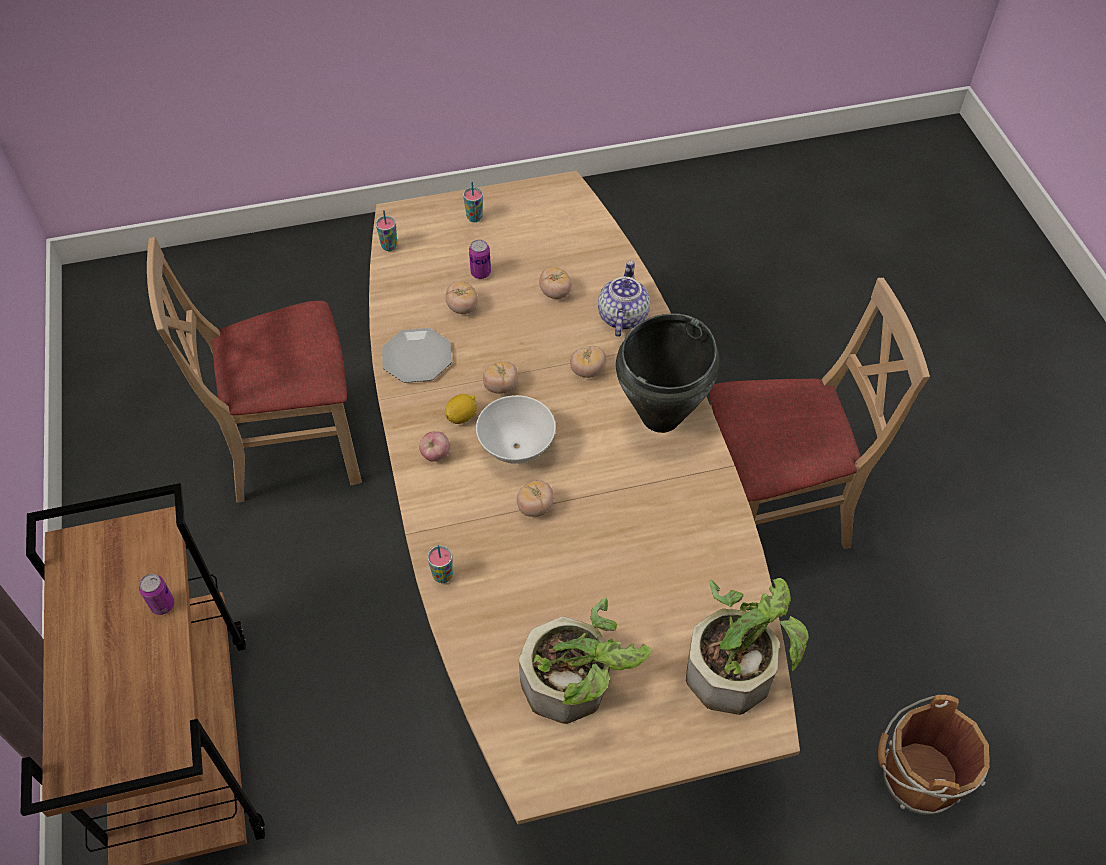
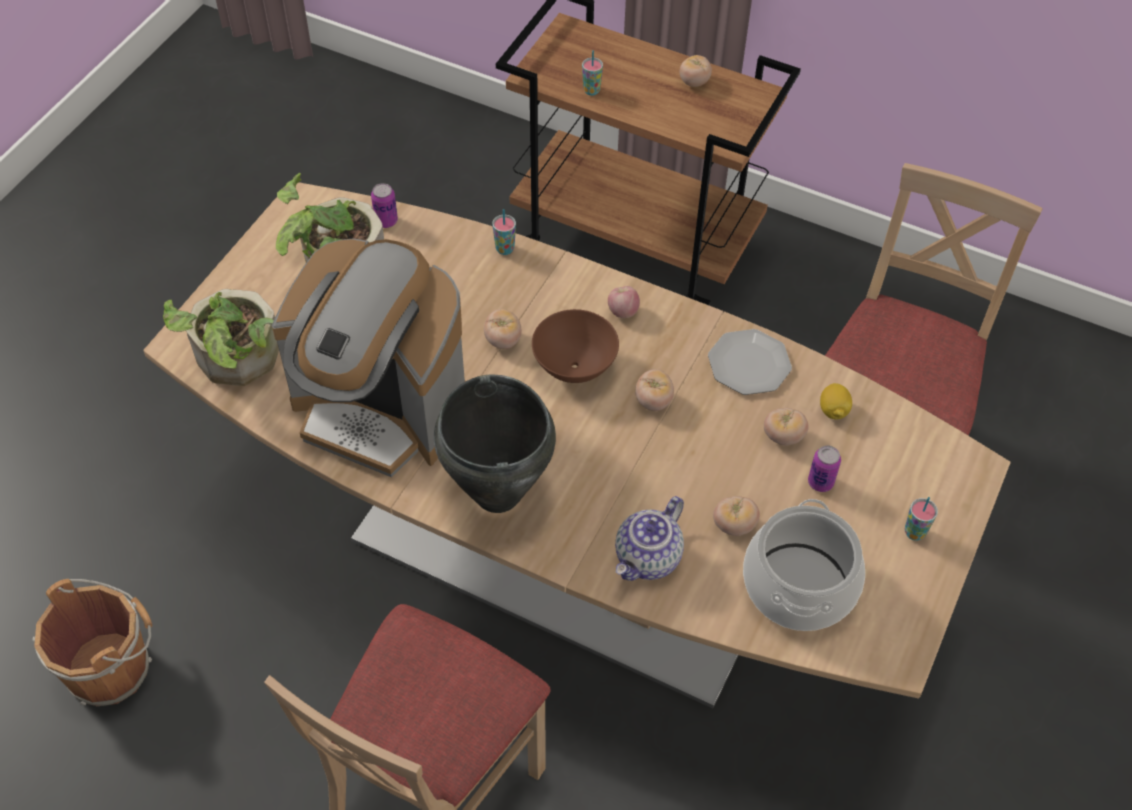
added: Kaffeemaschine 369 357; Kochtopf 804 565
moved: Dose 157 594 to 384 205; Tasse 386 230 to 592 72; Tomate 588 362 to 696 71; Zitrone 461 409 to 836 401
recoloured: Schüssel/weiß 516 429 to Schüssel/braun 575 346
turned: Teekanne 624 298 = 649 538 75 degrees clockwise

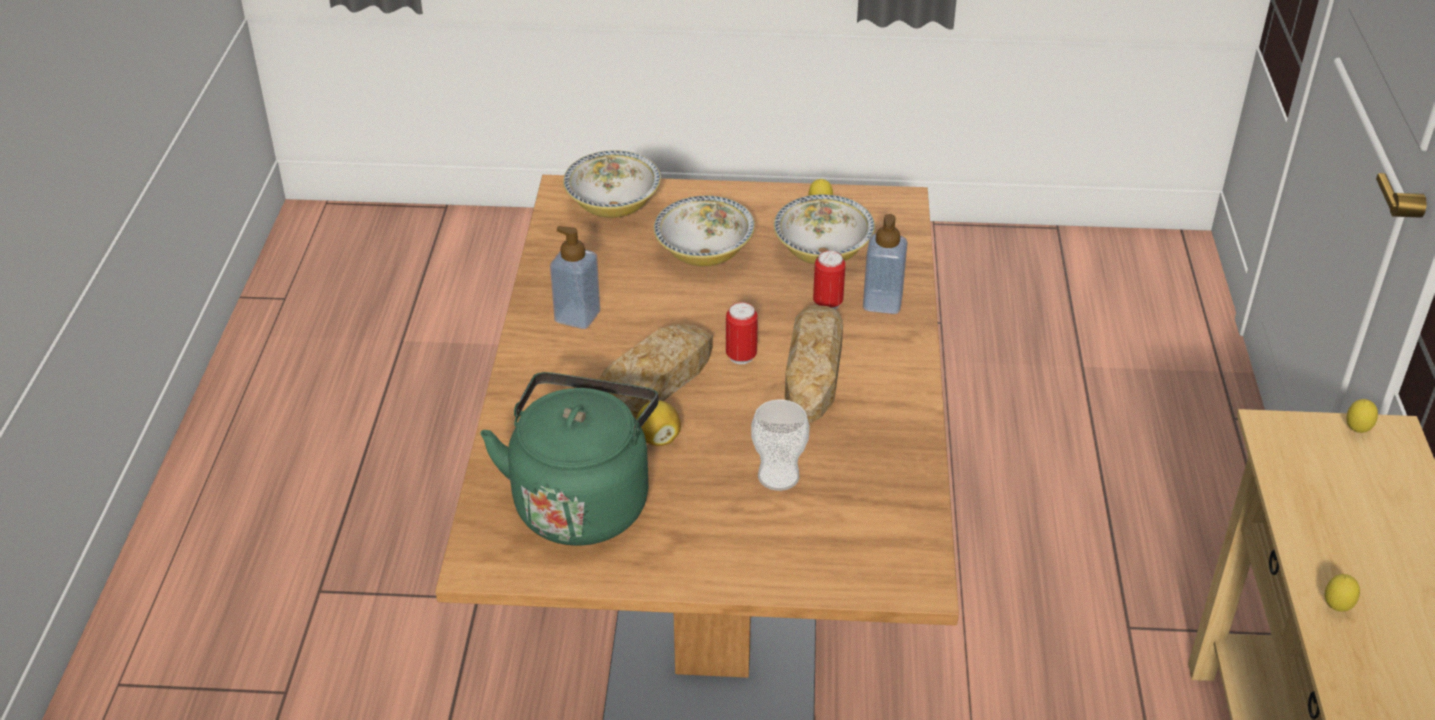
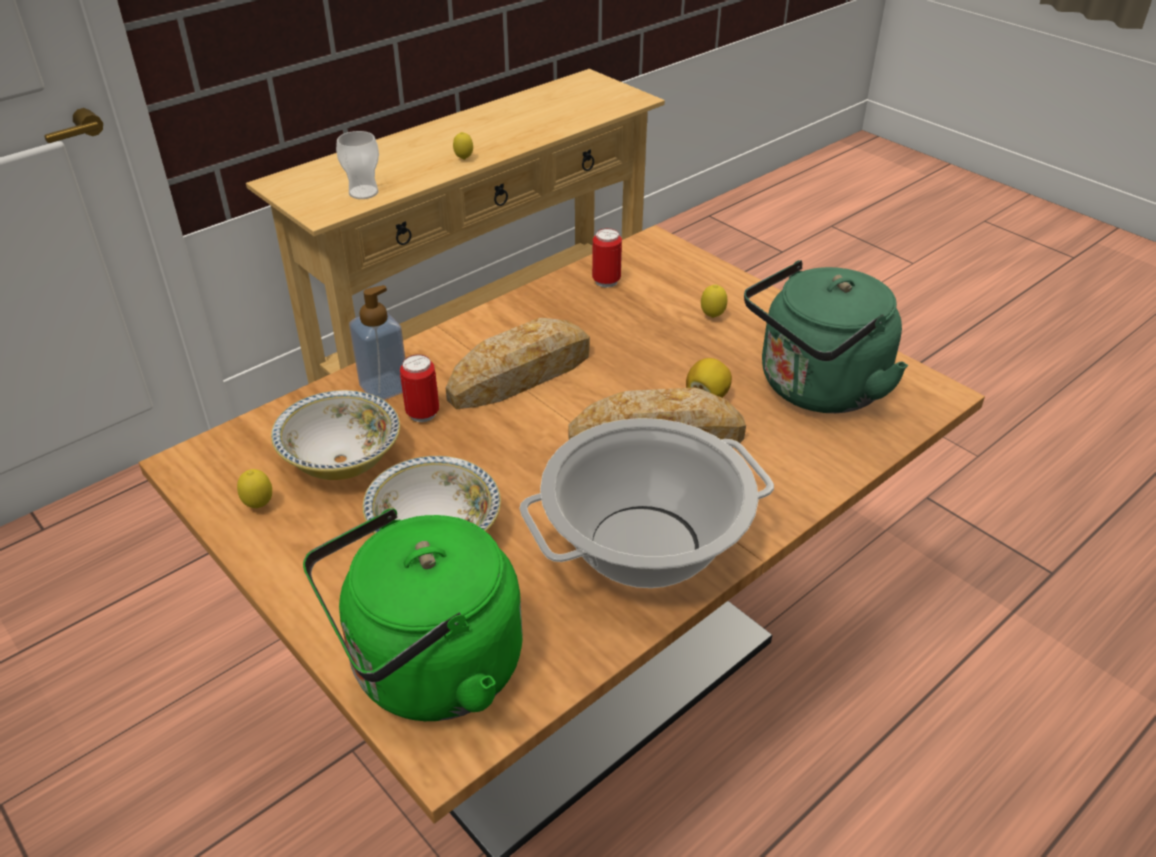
moved: Tasse 780 445 to 357 165; Dose 742 333 to 607 258; Zitrone 1362 416 to 714 301
replaced: Schüssel 612 184 to Wasserkessel/grün 412 614; Seifenspender 575 277 to Kochtopf 647 503

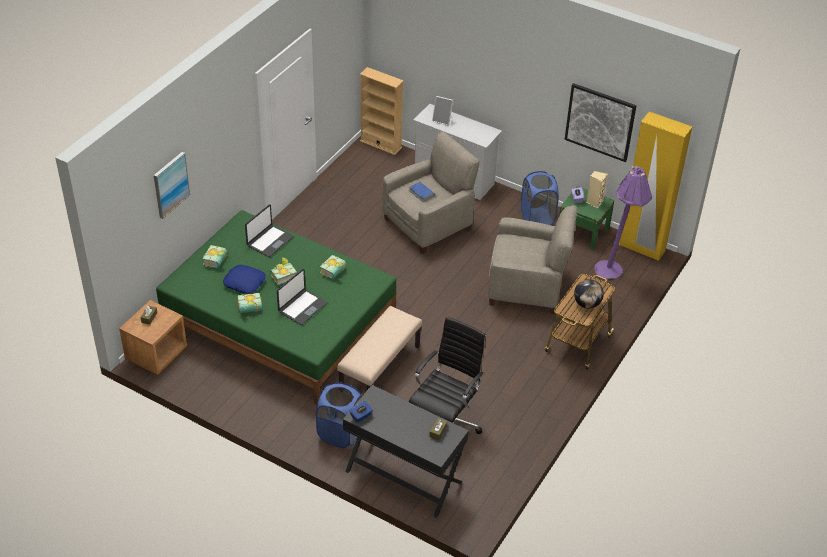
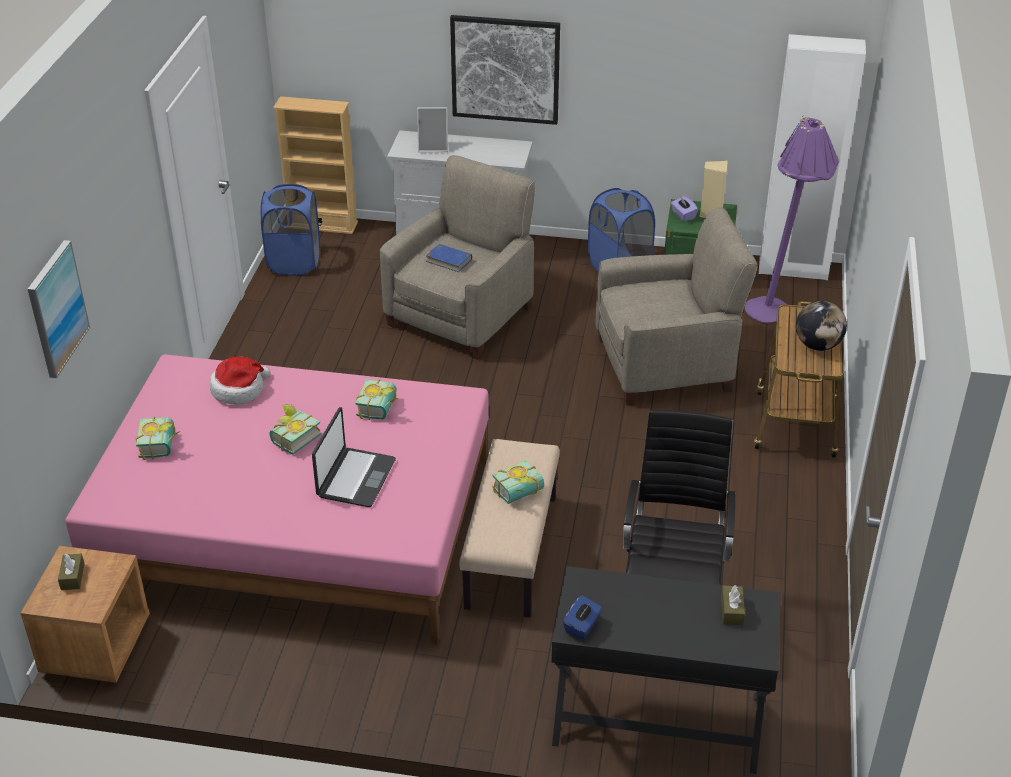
removed: Kissen/blau 244 279
moved: Wäschekorb/blau 339 415 to 290 229; Bild 601 122 to 505 70; Buch 249 303 to 518 482
replaced: Laptop 269 230 to Hut 240 381
recoloured: Bett/grün 276 307 to Bett/rosa 277 499; Kleiderschrank/gelb 655 186 to Kleiderschrank/weiß 812 157

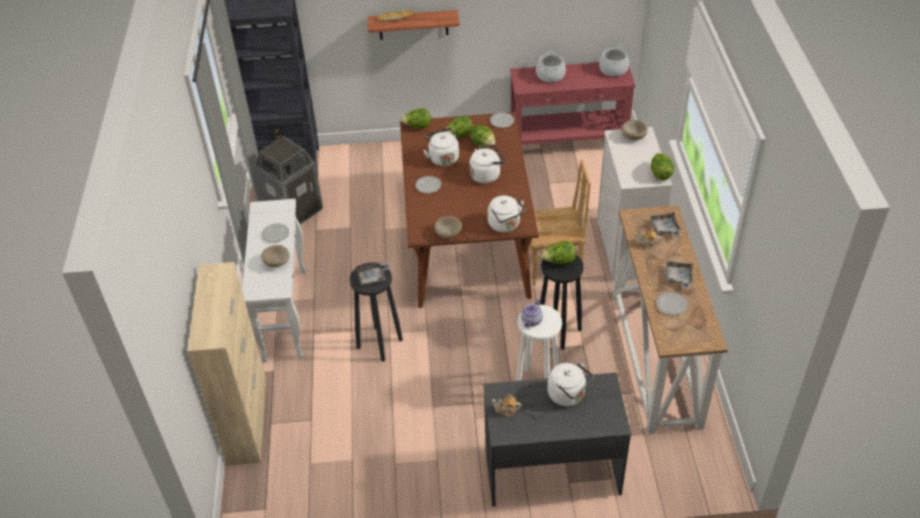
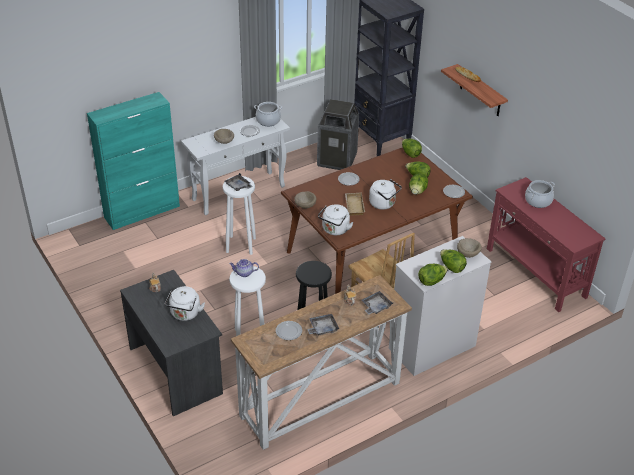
removed: Wasserkessel/weiß 441 147
added: Tablett/beige 355 203
moved: Kochtopf 614 61 to 268 114; Salatkopf 558 252 to 453 261
recoloured: Schrank/beige 226 364 to Schrank/türkis 133 161; Hocker/schwarz 376 311 to Hocker/weiß 239 215

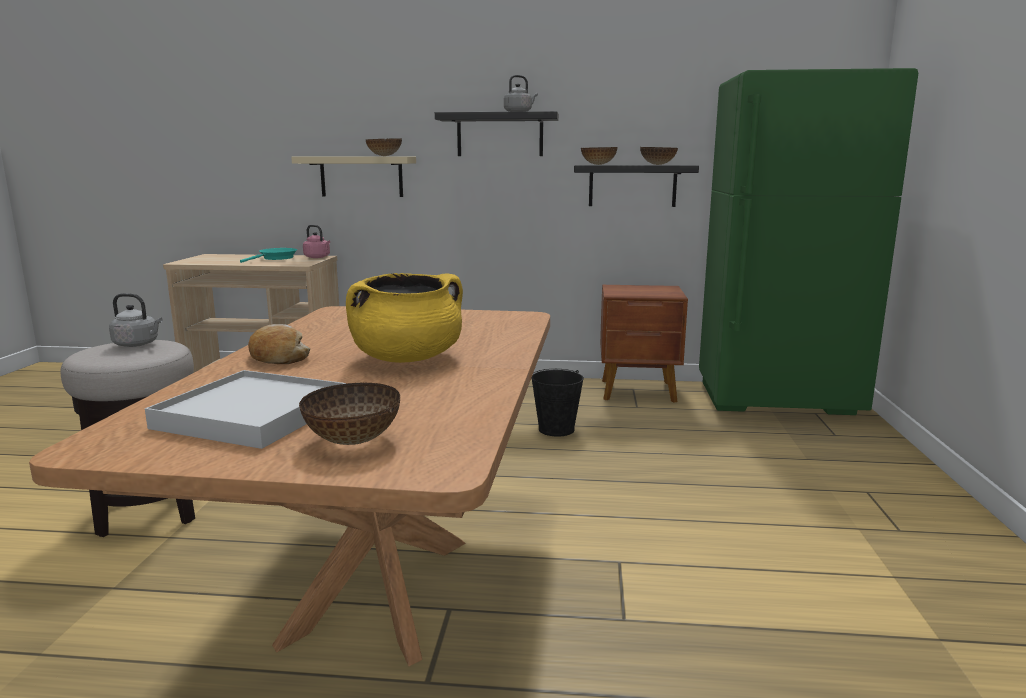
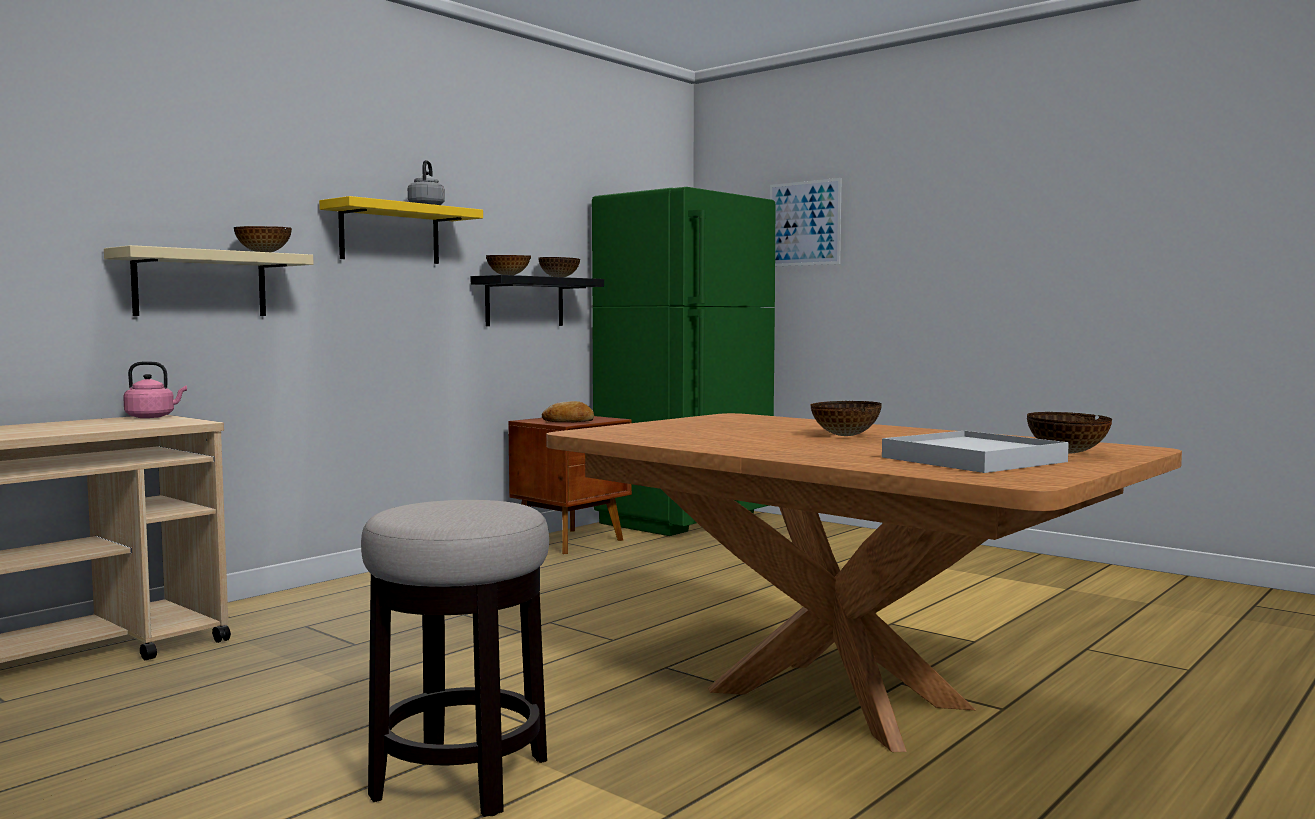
removed: Wasserkessel/grau 135 320; Pfanne/türkis 268 255; Eimer/schwarz 558 403
added: Bild 806 222
moved: Brot 279 344 to 568 411
replaced: Kochtopf/gelb 404 318 to Schüssel 846 418
recoloured: Wandregal/schwarz 497 133 to Wandregal/gelb 401 230

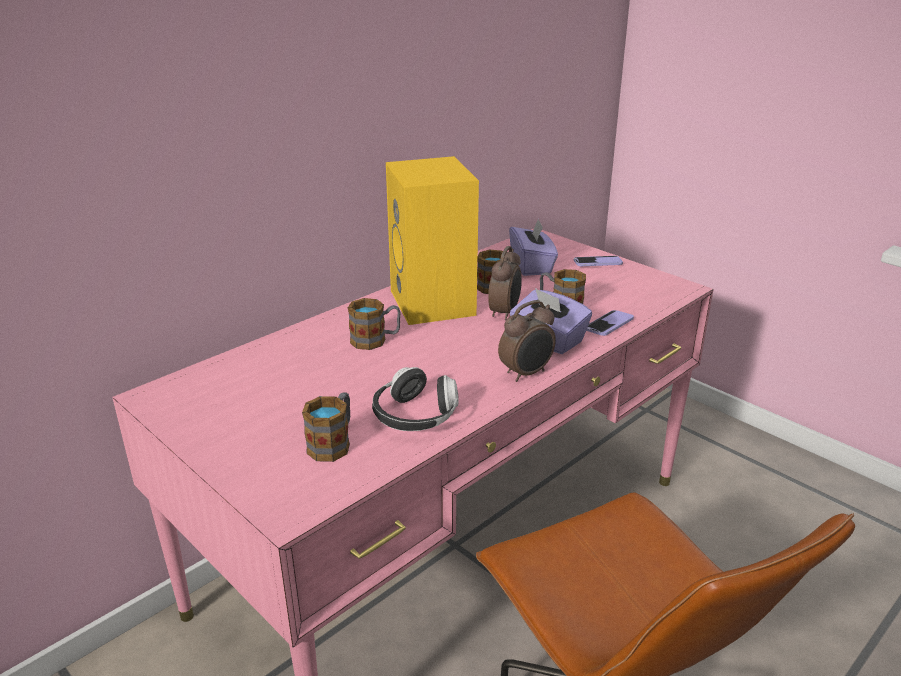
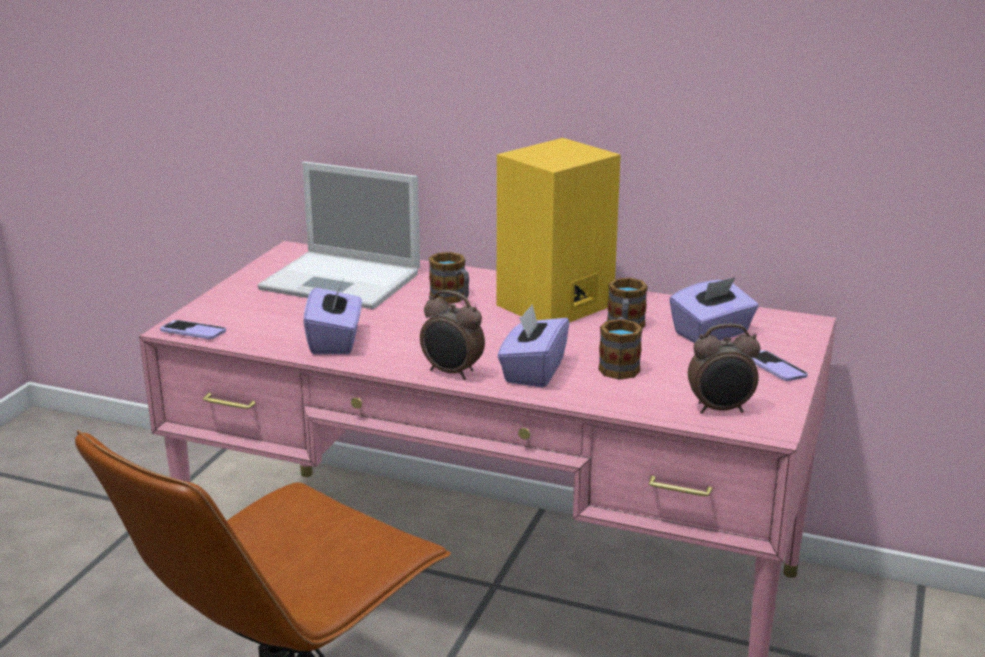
removed: Henkelbecher 326 427
added: Laptop 339 235
moved: Handy 610 323 to 193 329; Wecker 505 283 to 724 369
replaced: Kopfhörer 415 399 to Taschentuchbox/lila 333 317

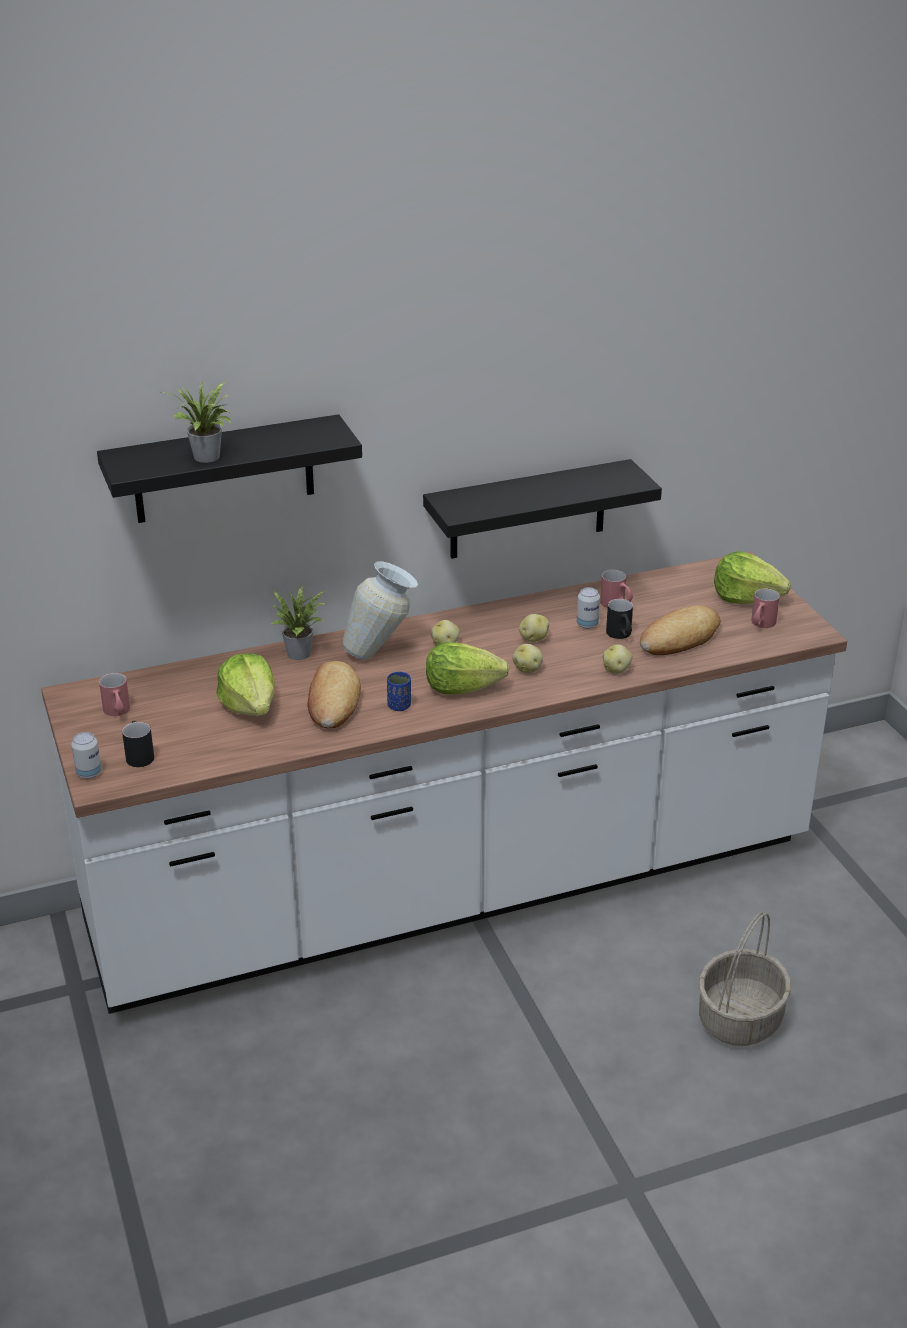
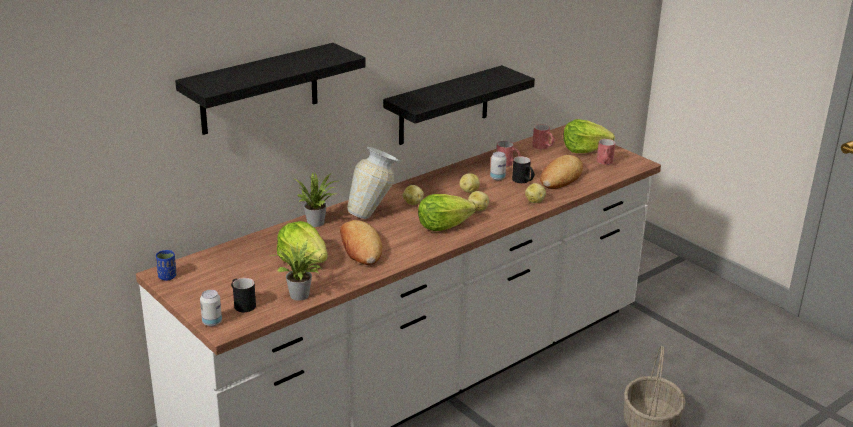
moved: Tasse/blau 399 691 to 166 265; Topfpflanze 196 421 to 296 270; Henkelbecher/rot 114 694 to 543 136

